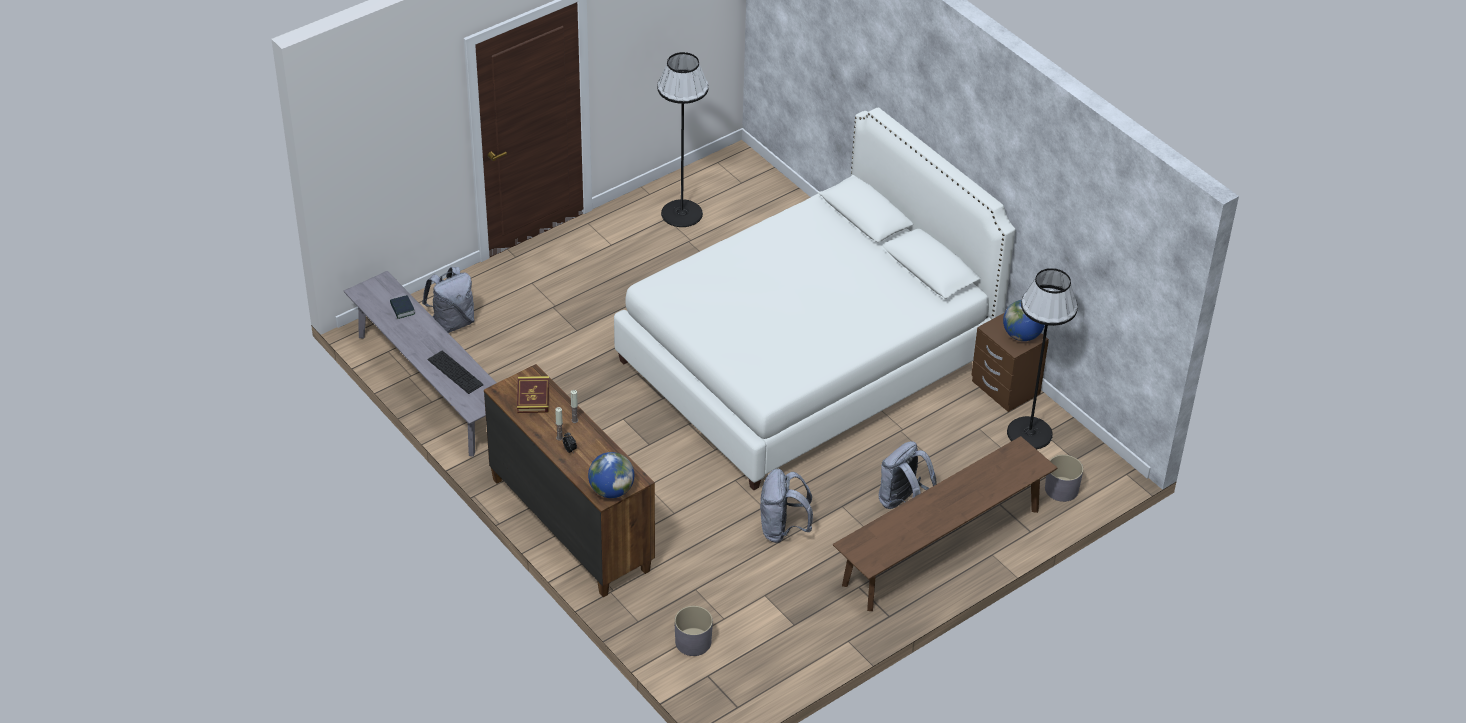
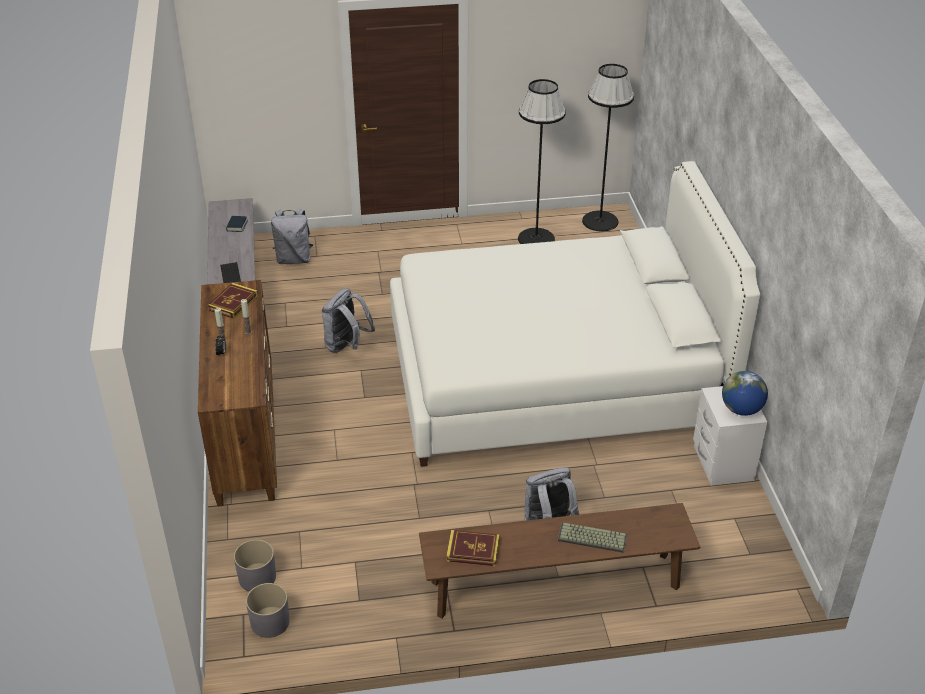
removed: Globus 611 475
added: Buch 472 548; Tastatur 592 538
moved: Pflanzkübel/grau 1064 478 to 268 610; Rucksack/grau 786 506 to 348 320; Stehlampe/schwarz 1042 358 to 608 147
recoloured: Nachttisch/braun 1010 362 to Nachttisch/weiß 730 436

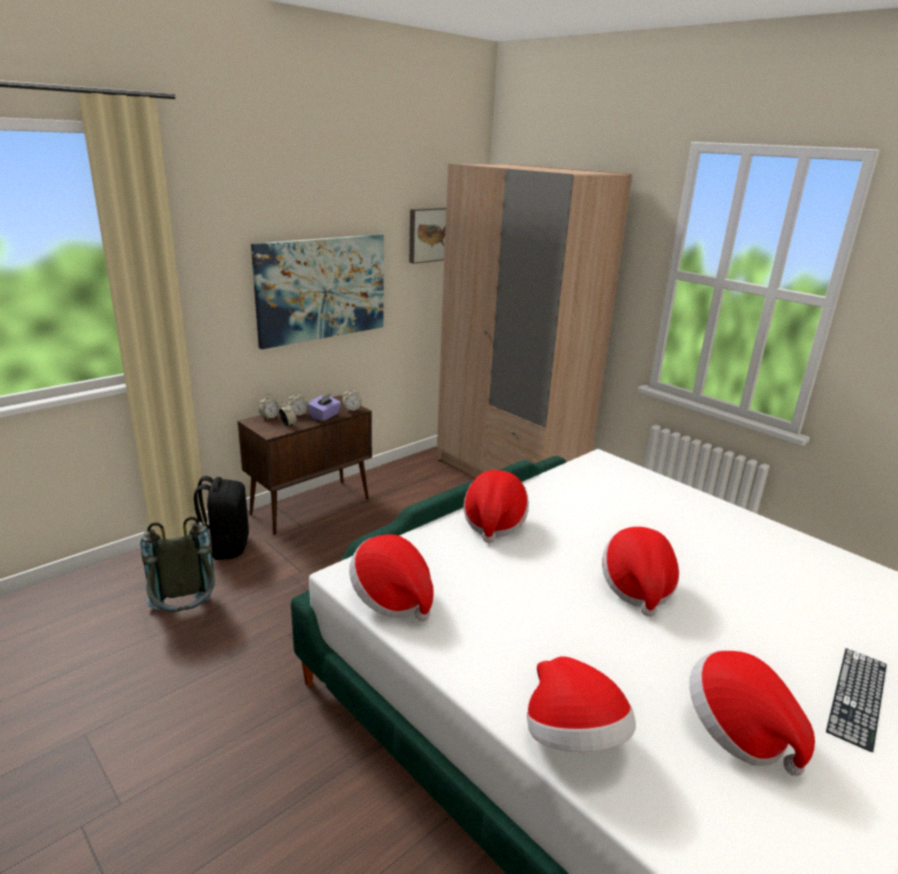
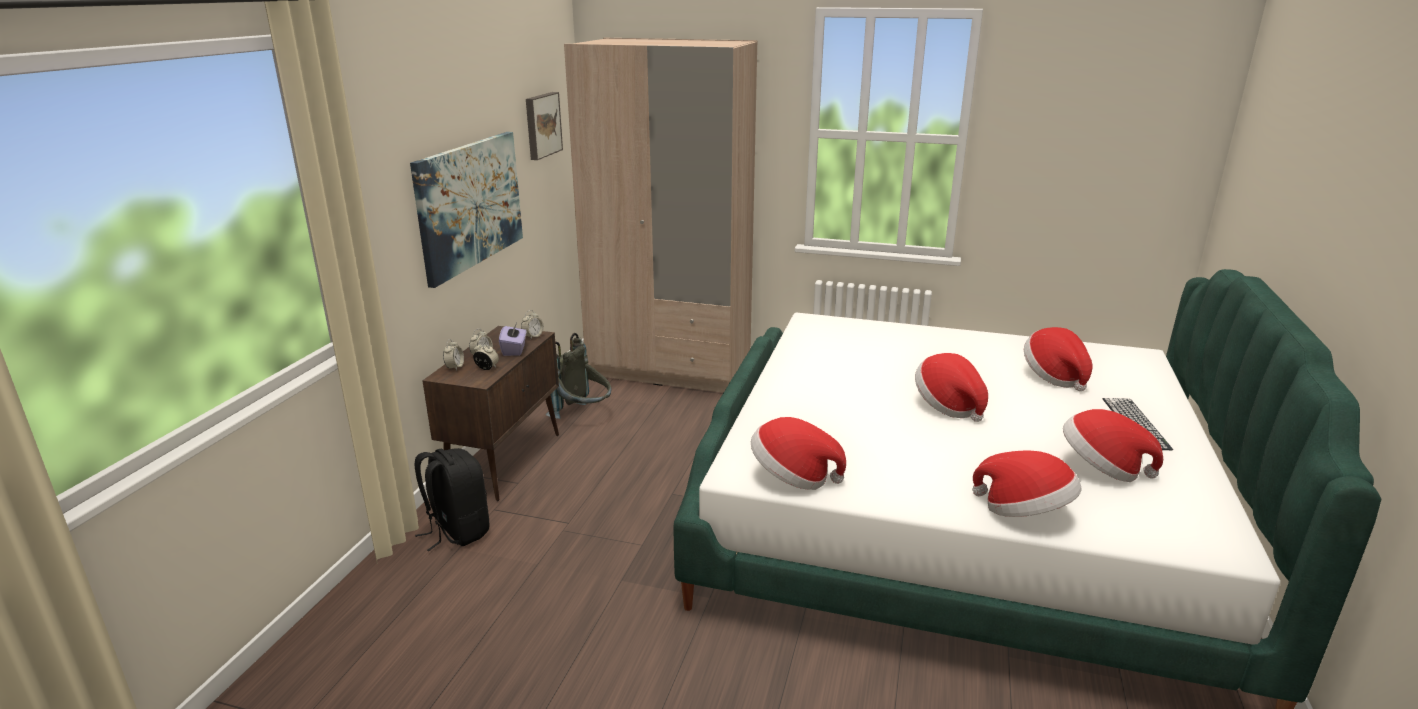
moved: Rucksack/grau 177 564 to 578 376; Hut 496 506 to 1058 359

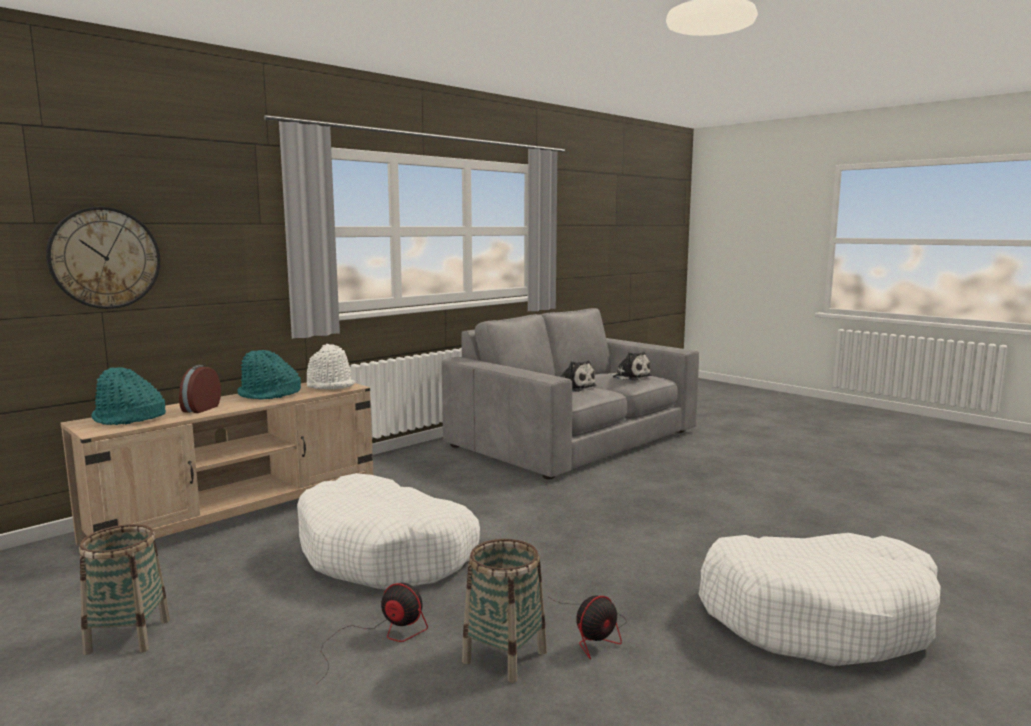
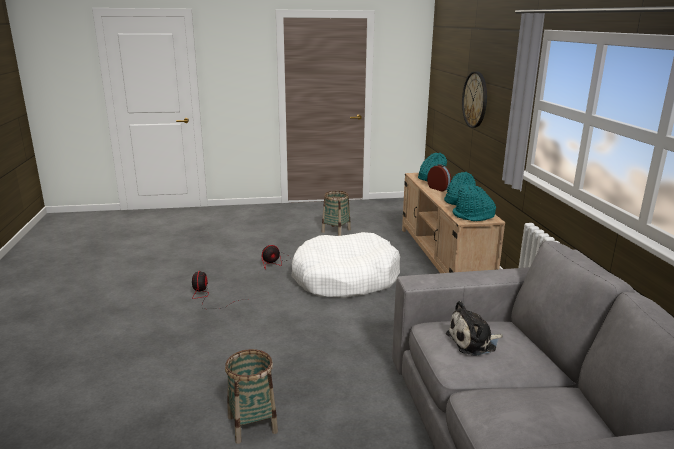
removed: Plüschtier 630 366; Hundebett/weiß 819 599
moved: Korb 504 611 to 251 396
recoloured: Hut/weiß 331 366 to Hut/türkis 474 203

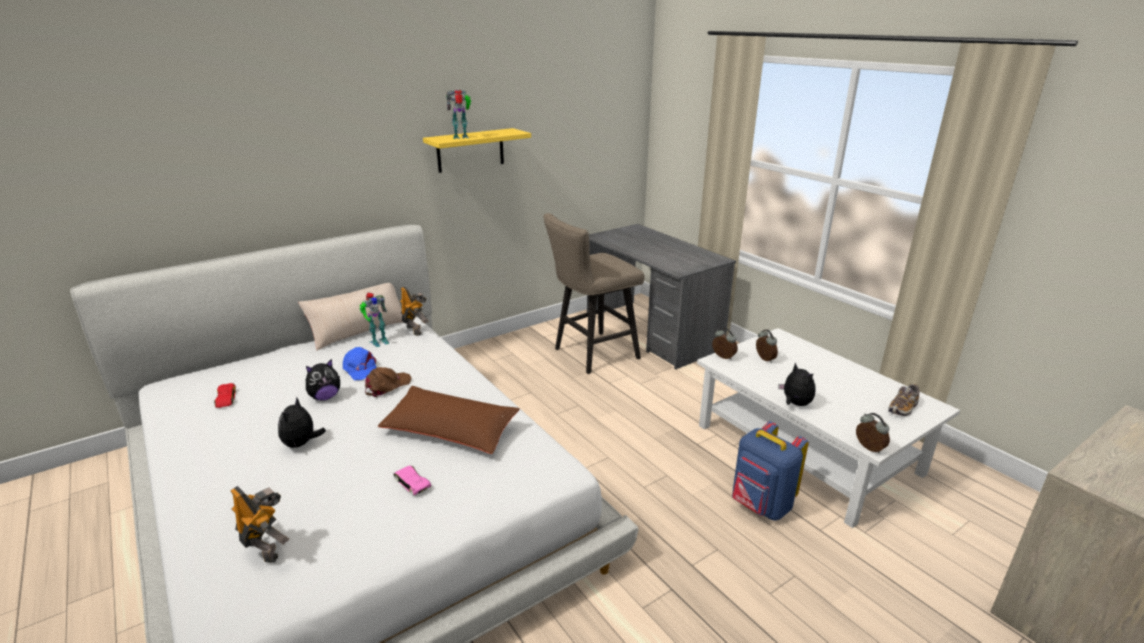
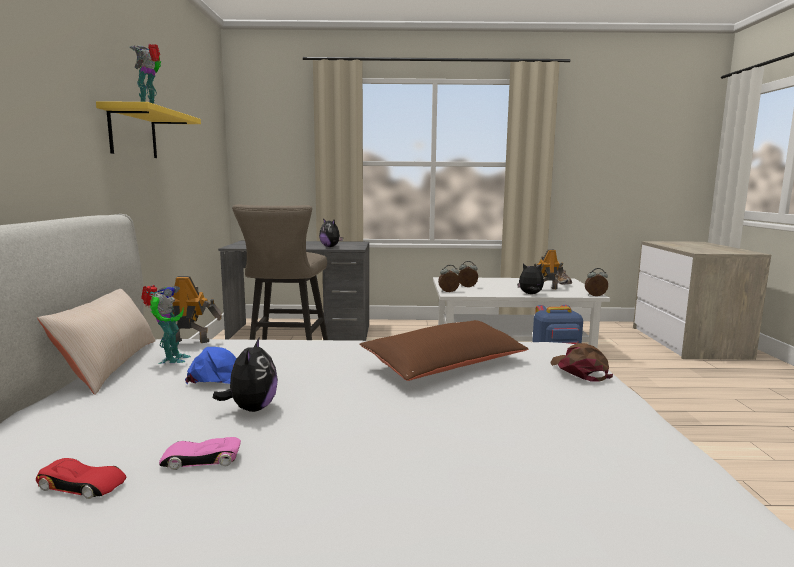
moved: Spielzeugauto/rosa 412 481 to 200 453; Plüschtier 302 422 to 331 232; Spielzeugroboter 260 524 to 548 269; Kappe/braun 388 382 to 581 362

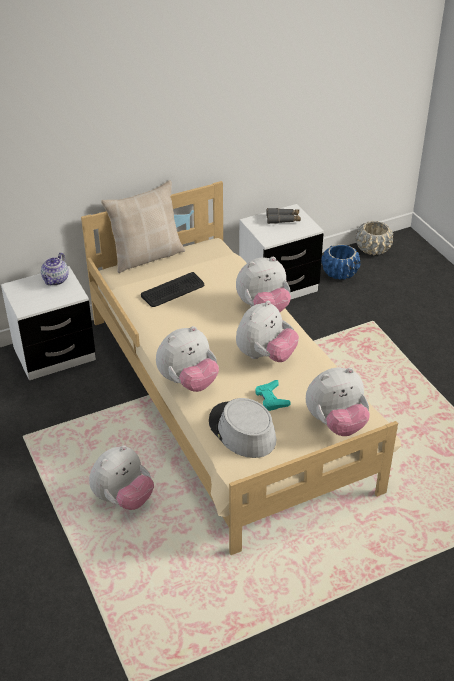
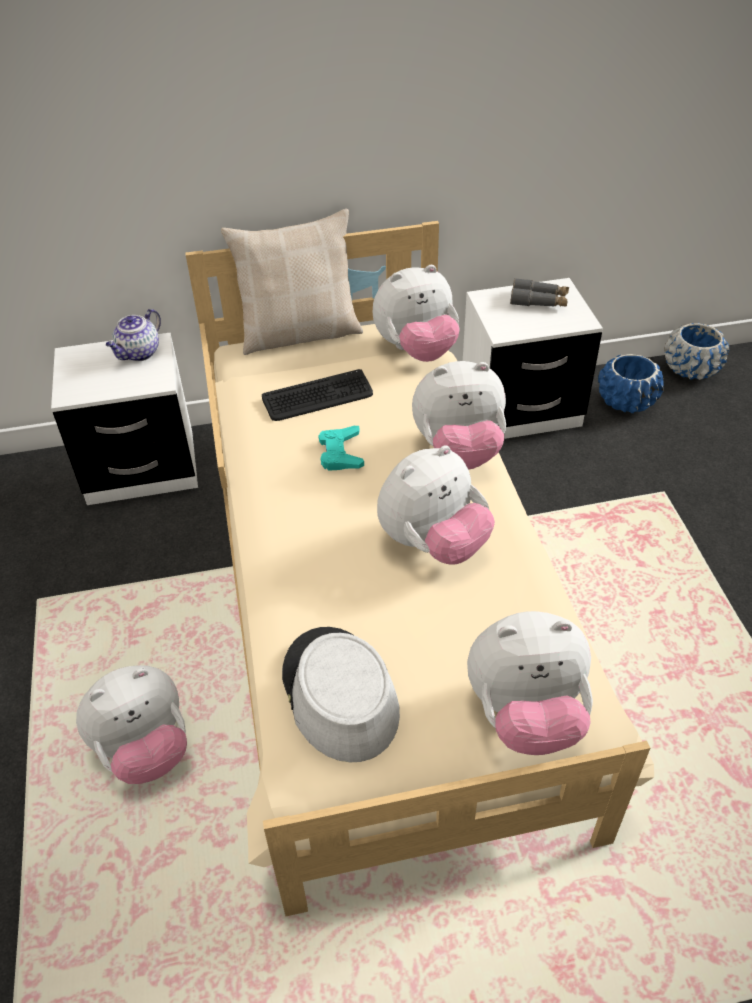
moved: Gamepad/türkis 273 395 to 341 448; Plüschtier 187 359 to 416 313
recoloured: Pflanzkübel/beige 374 238 to Pflanzkübel/blau 697 351

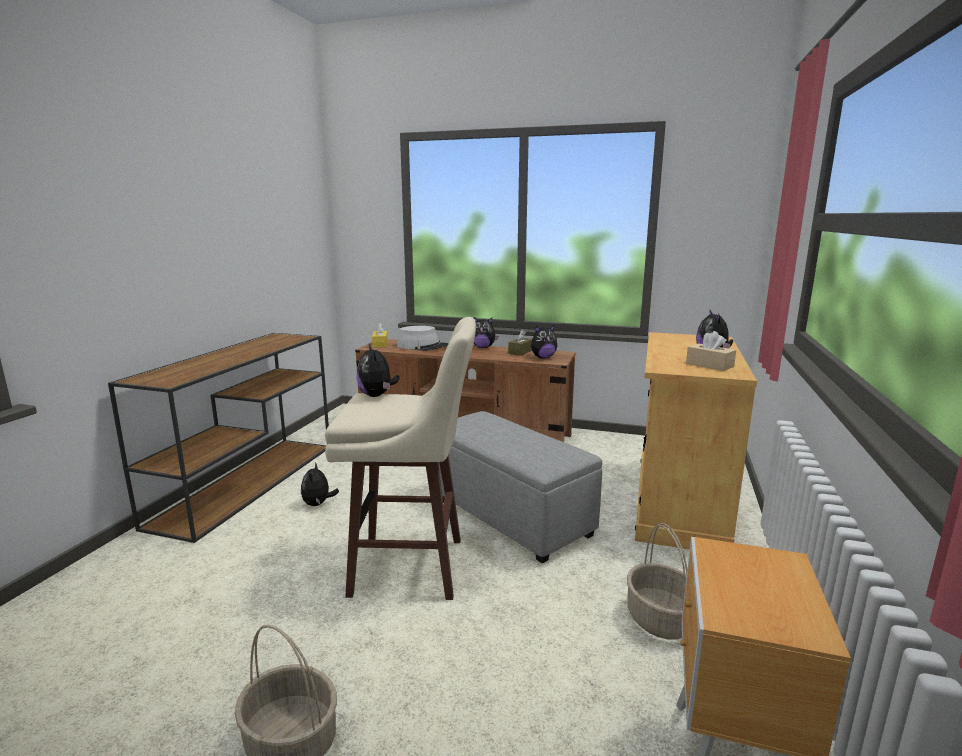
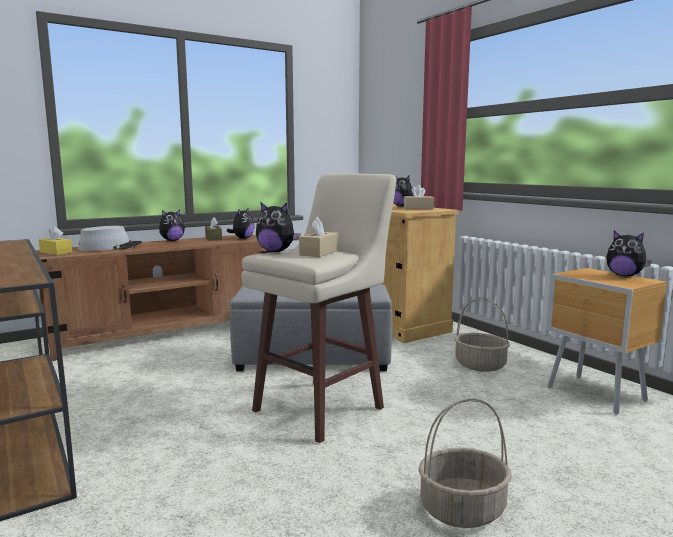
added: Taschentuchbox/beige 318 236
moved: Plüschtier 320 484 to 629 253

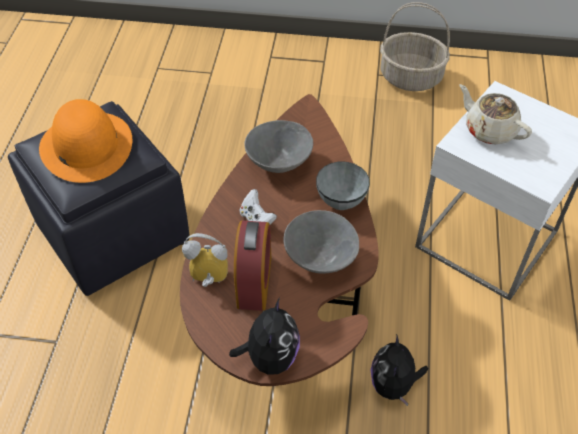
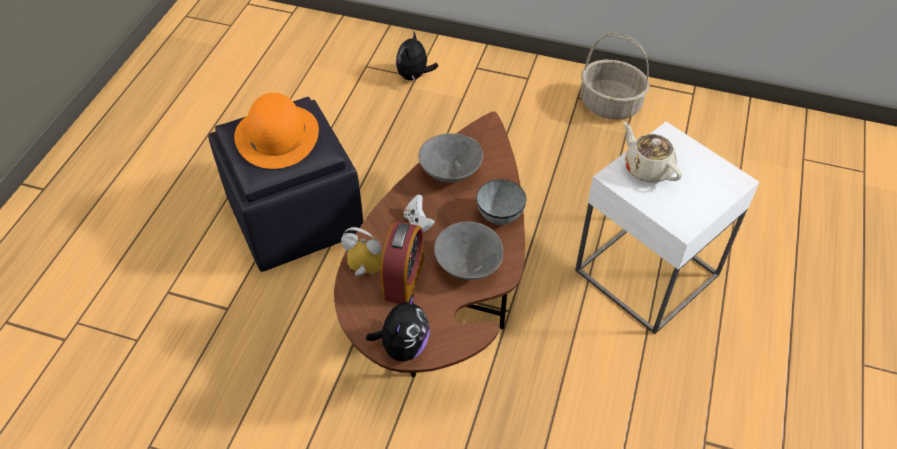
moved: Plüschtier 400 370 to 417 56

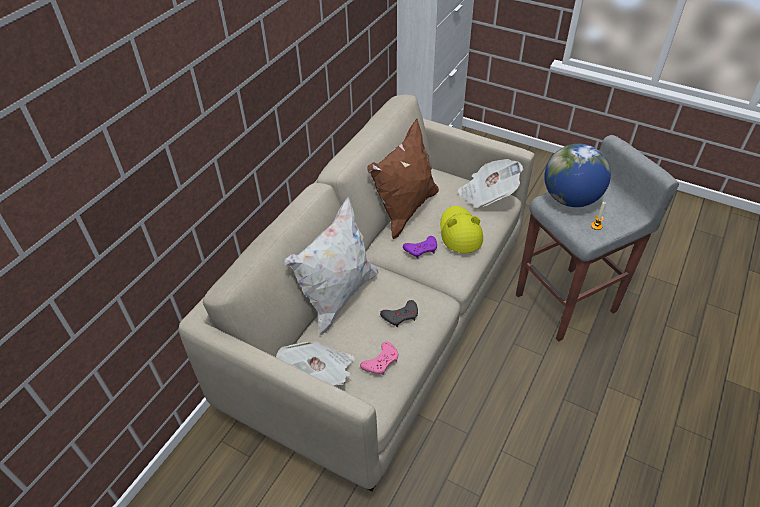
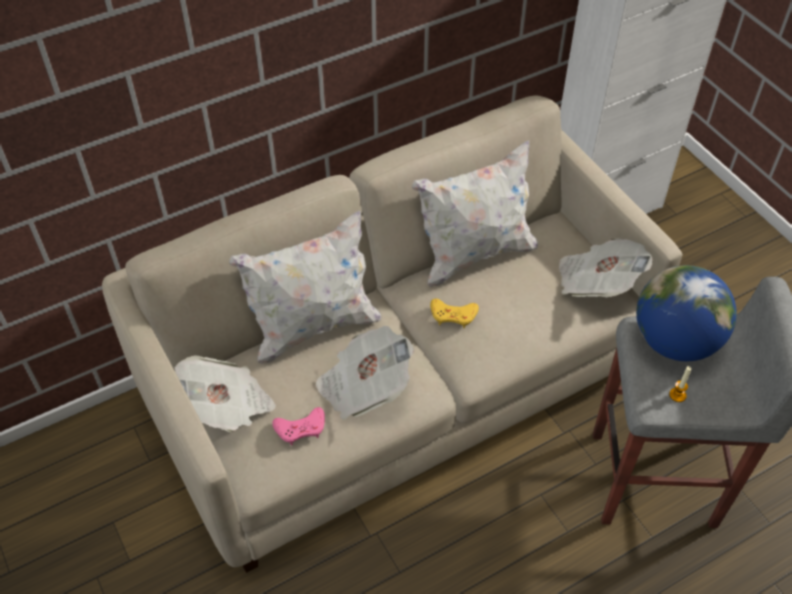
removed: Hut/gelb 461 229
replaced: Gamepad/grau 399 313 to Zeitung 365 373
recoloured: Kissen/braun 403 179 to Kissen/weiß 475 213; Gamepad/lila 420 247 to Gamepad/gelb 454 313

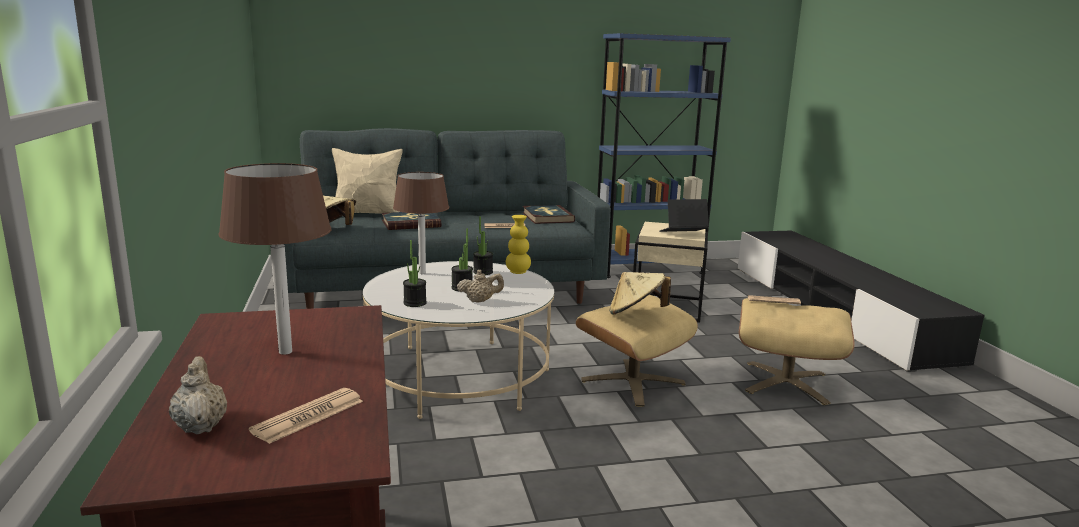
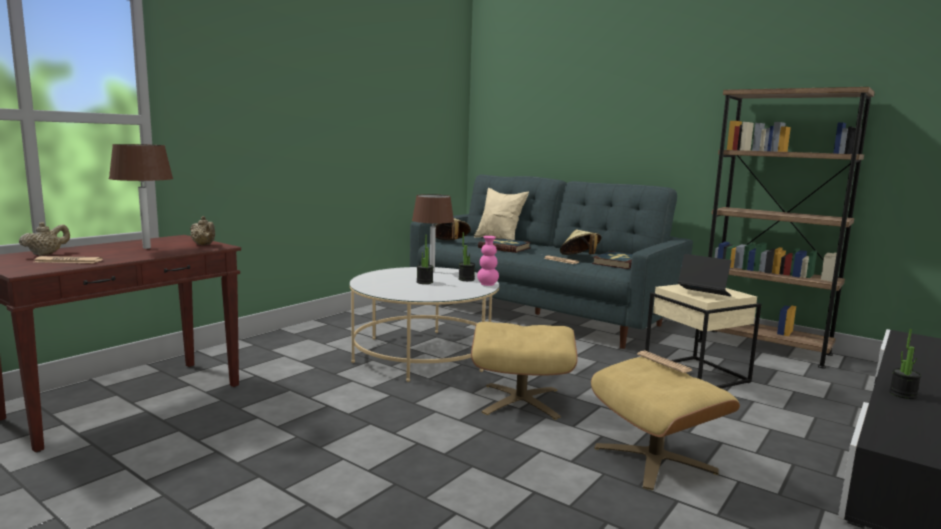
moved: Teekanne/beige 480 286 to 202 230; Hut/beige 640 293 to 581 242; Topfpflanze 415 273 to 905 364
recoloured: Vase/gelb 518 244 to Vase/rosa 488 261; Bücherregal/blau 664 155 to Bücherregal/braun 786 228

